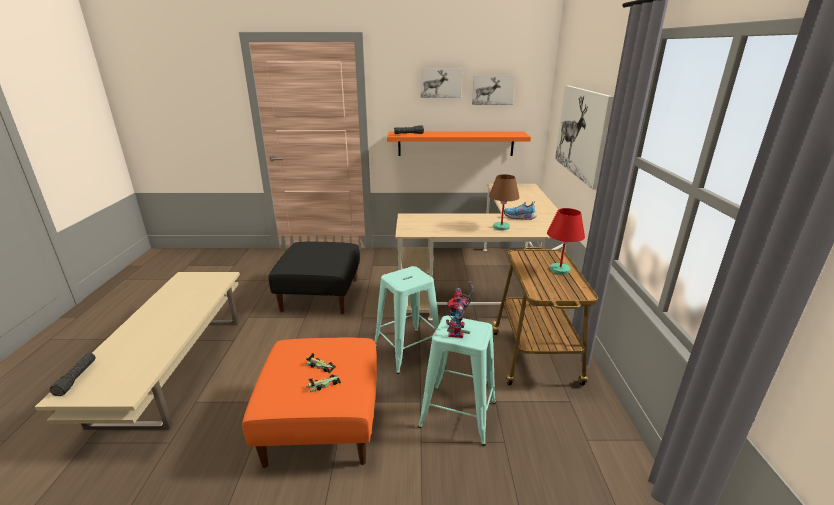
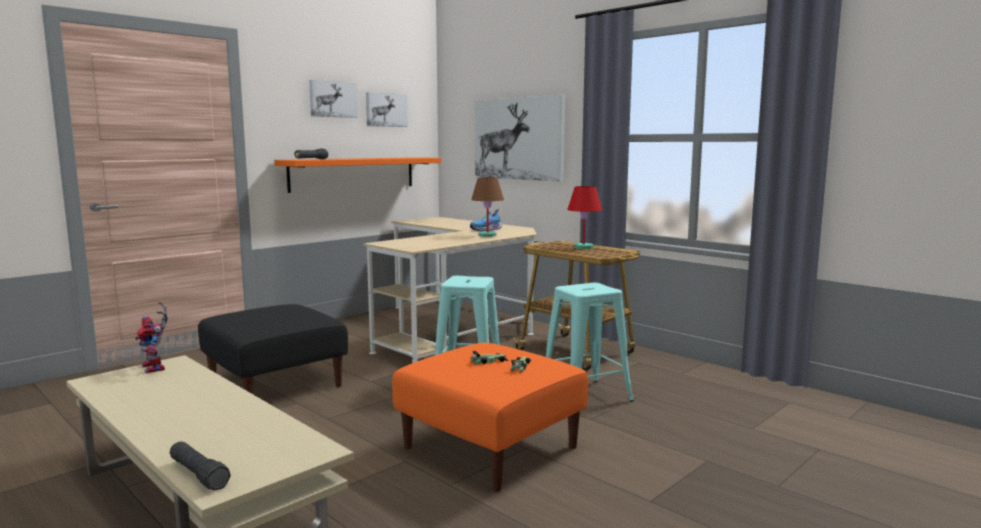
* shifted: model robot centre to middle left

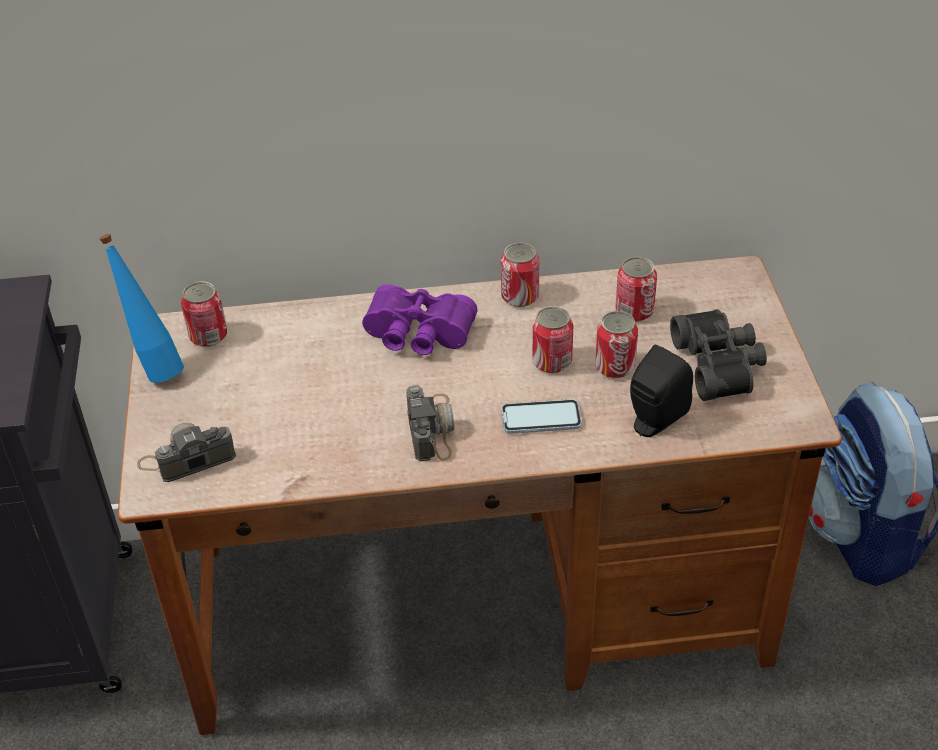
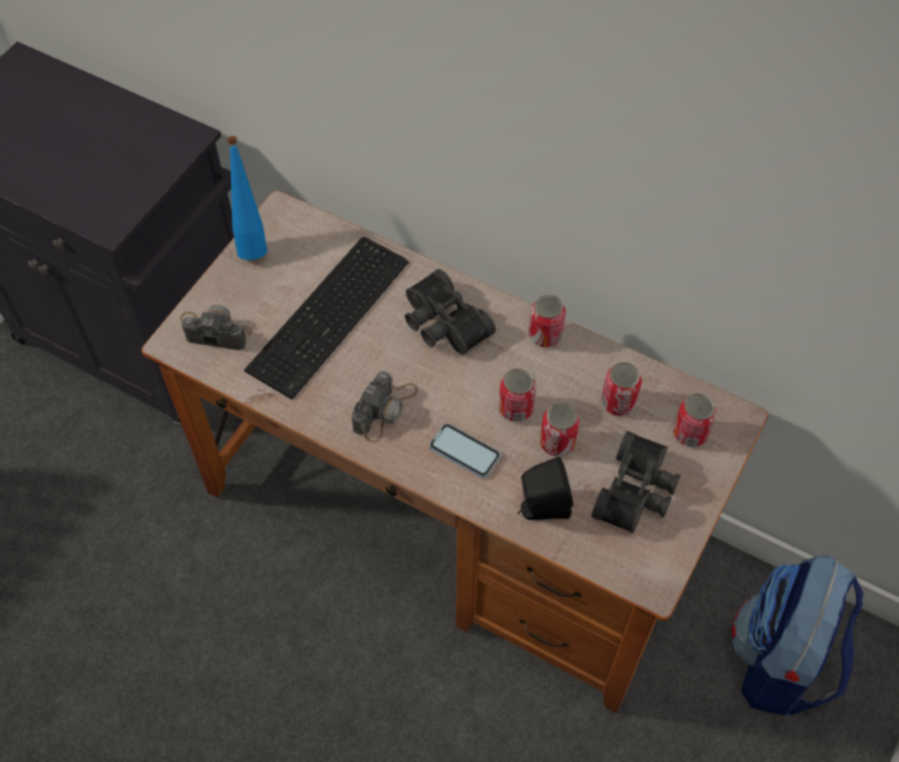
* shifted: sealed can (no. 1 from left in the first image) middle left to sealed can (no. 5 from left) middle right
* repainted: binoculars (purple-coloured) centre to binoculars (black) (no. 1 from left) centre
* new: computer keyboard centre

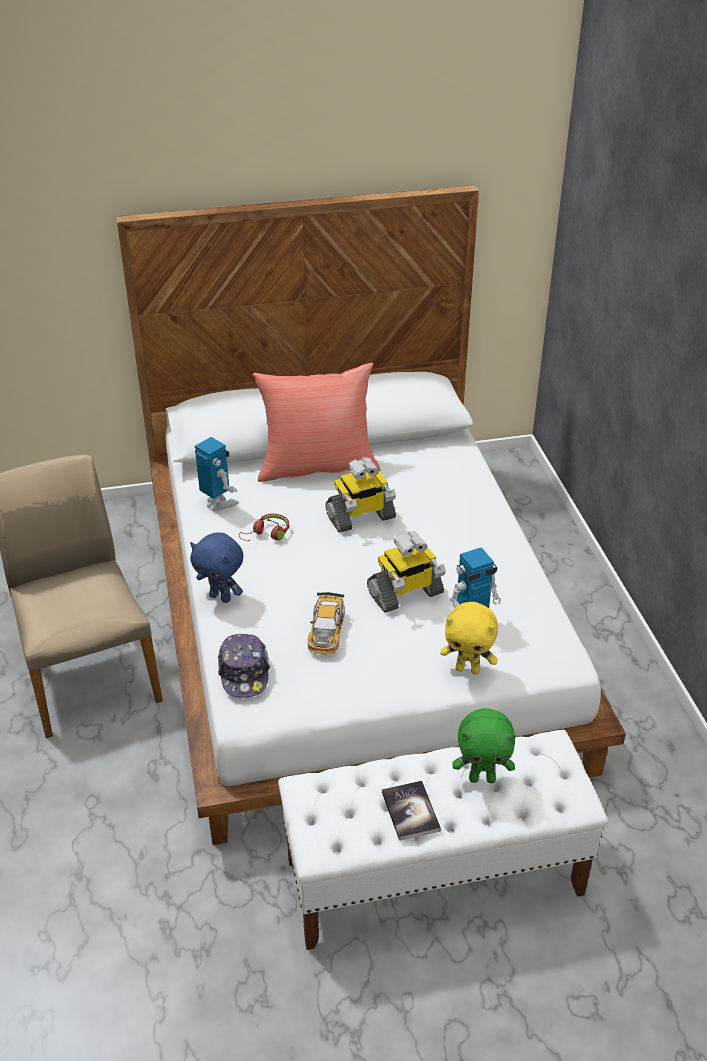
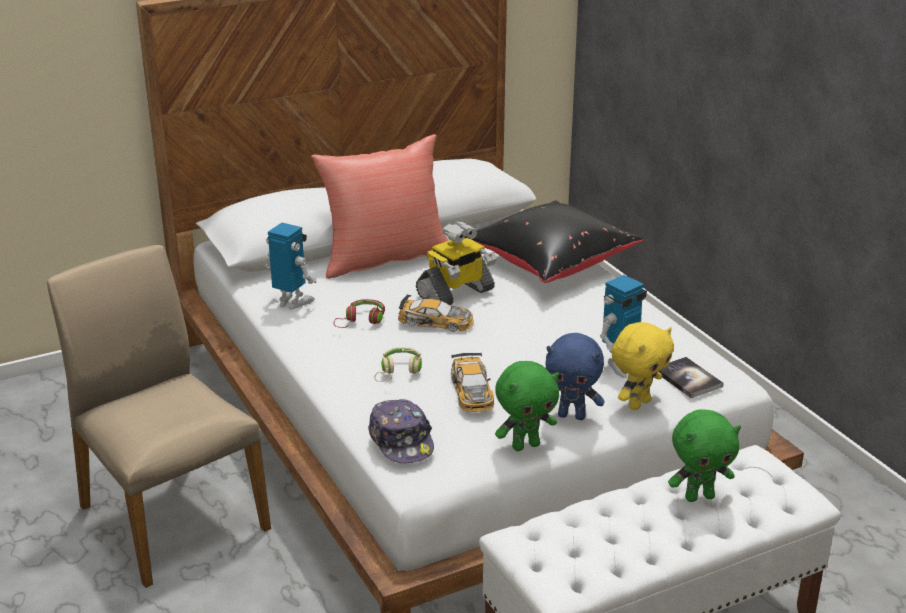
* shifted: plush toy (bluish) middle left to centre
* gone: model robot (no. 3 from left) centre
* shifted: bound book bottom centre to middle right
* rotated: plush toy (yellow) centre = middle right 45 degrees counterclockwise
* new: pair of headphones (beige-coloured) centre
* new: toy car (no. 1 from left) centre
* new: pillow (black) centre
* new: plush toy (green) (no. 1 from left) centre

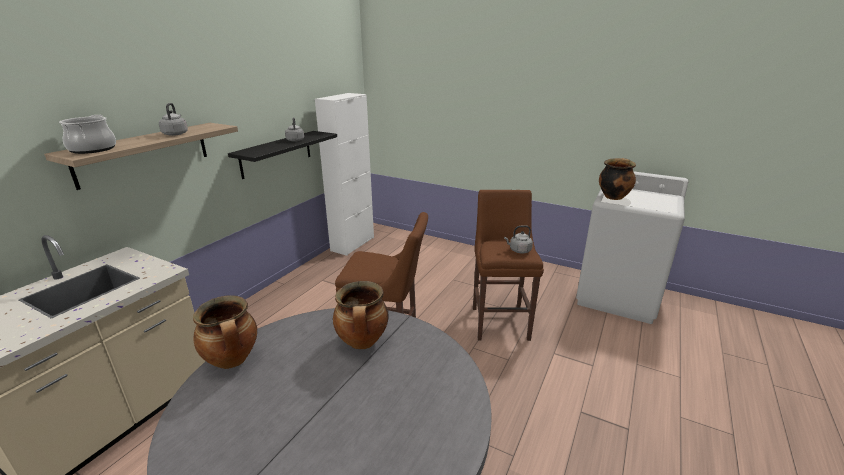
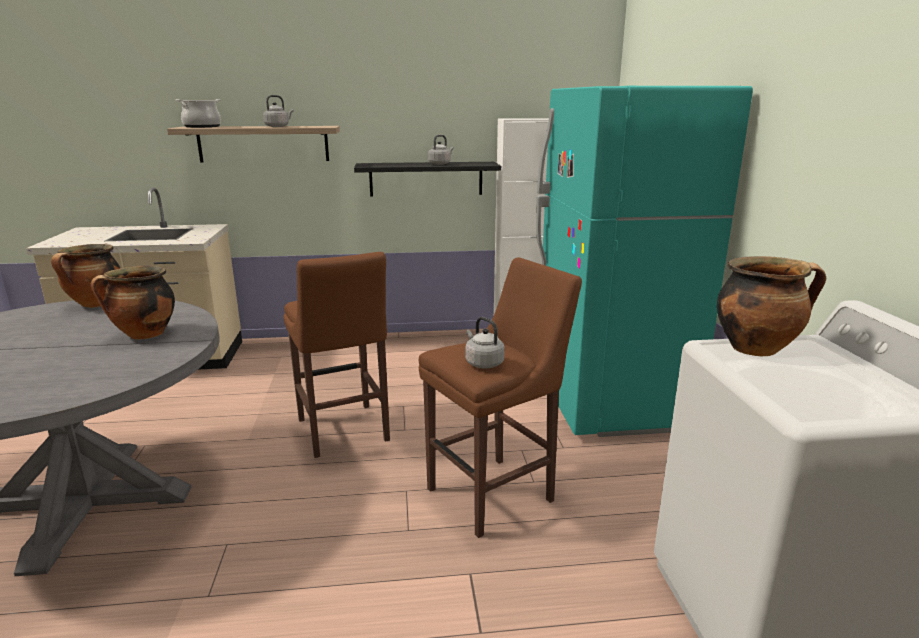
* new: kitchen fridge (blue-green) middle right

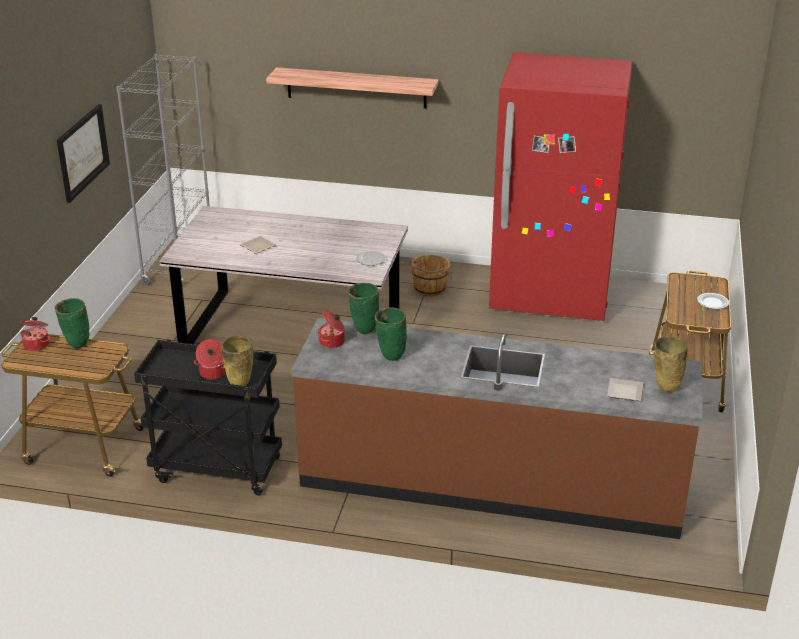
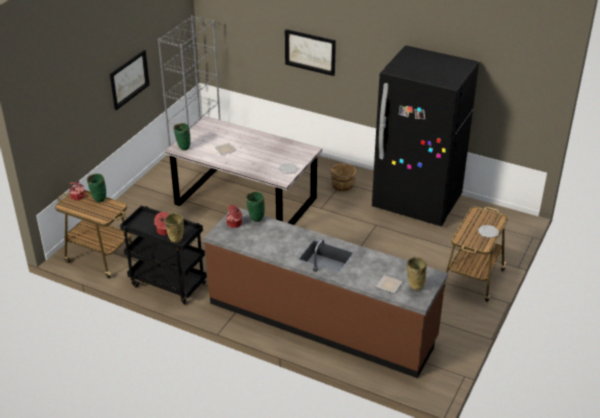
* swapped: bracket shelf top centre to wall art (no. 2 from left) top centre
* shifted: vase (green) (no. 3 from left in the first image) centre to vase (green) (no. 2 from left) top left
* repainted: kitchen fridge (red) top right to kitchen fridge (black) top right

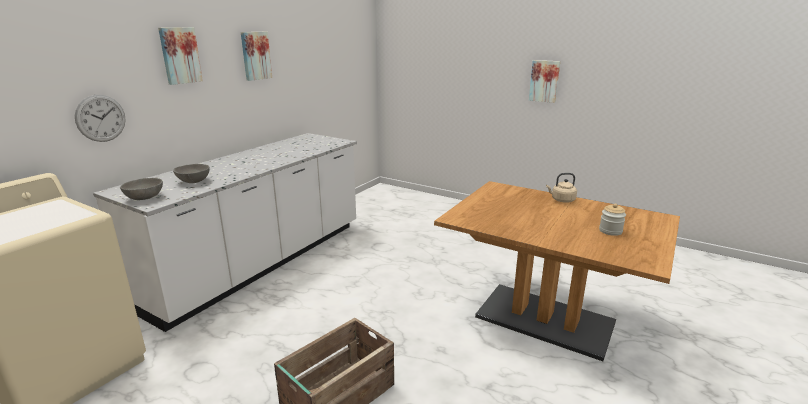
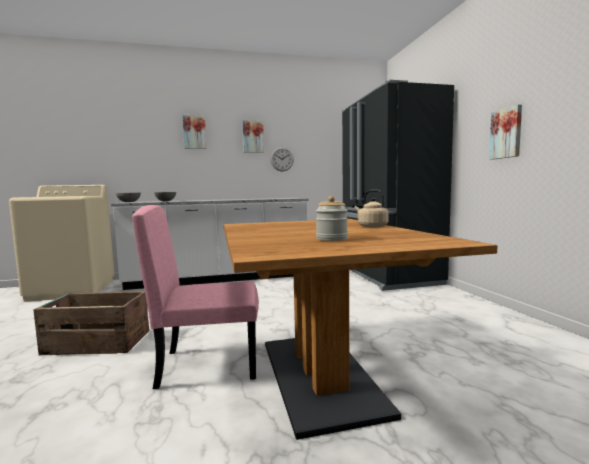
* shifted: hanging clock top left to centre
* new: chair (pink) middle left
* new: kitchen fridge (black) middle right

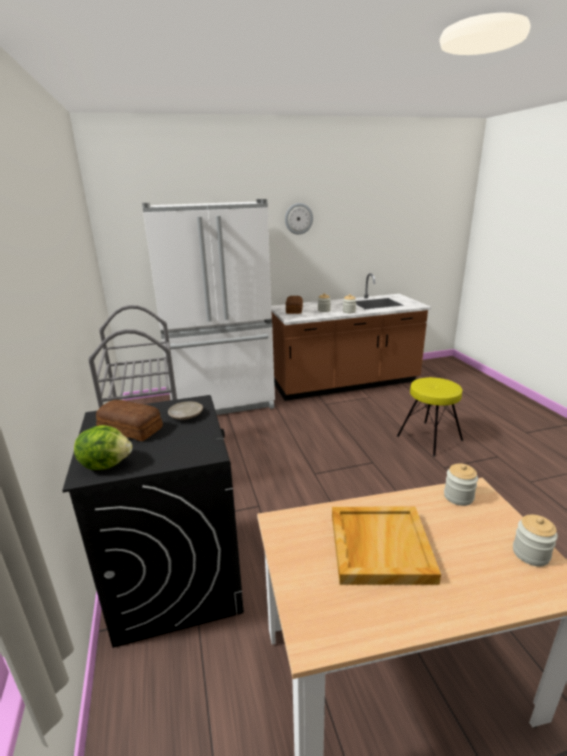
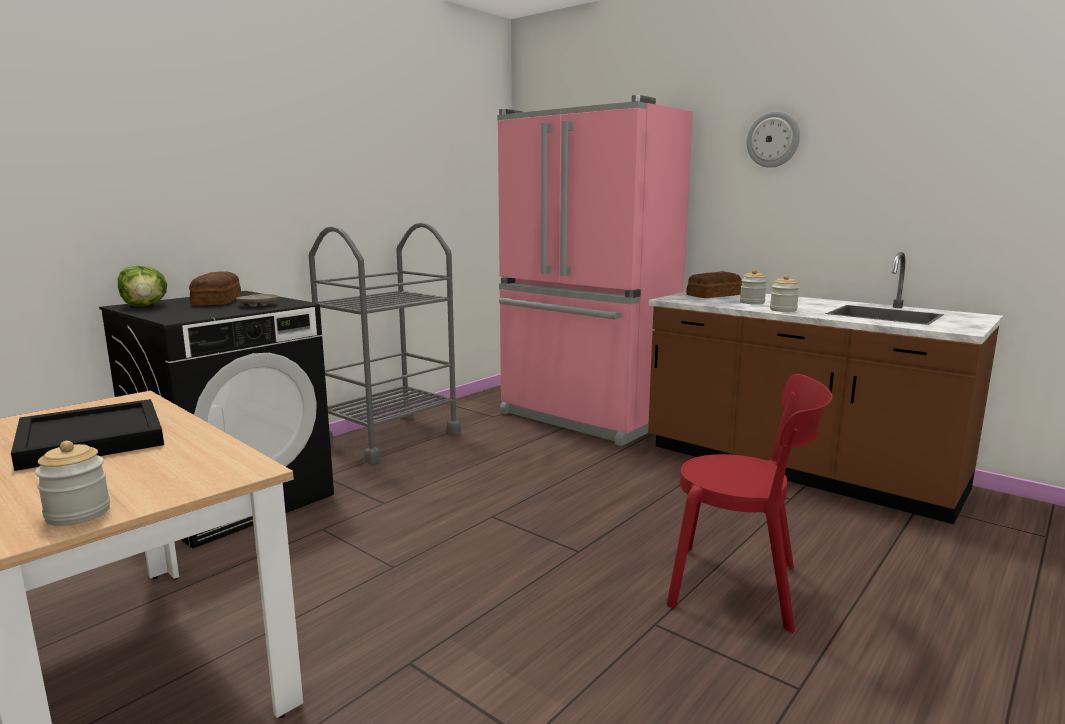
* repainted: kitchen fridge (whitish) centre to kitchen fridge (pink) centre
* repainted: serving tray (beige-coloured) bottom right to serving tray (black) middle left
* swapped: sitting stool (yellow) middle right to chair (red) bottom right
* gone: preserve jar (no. 3 from left) middle right

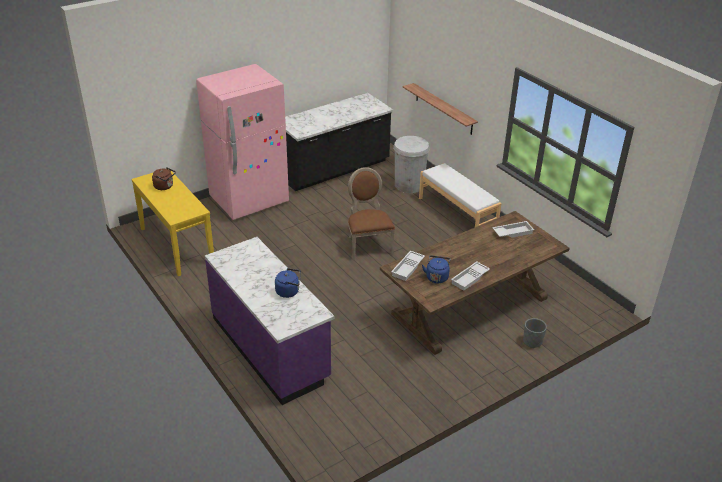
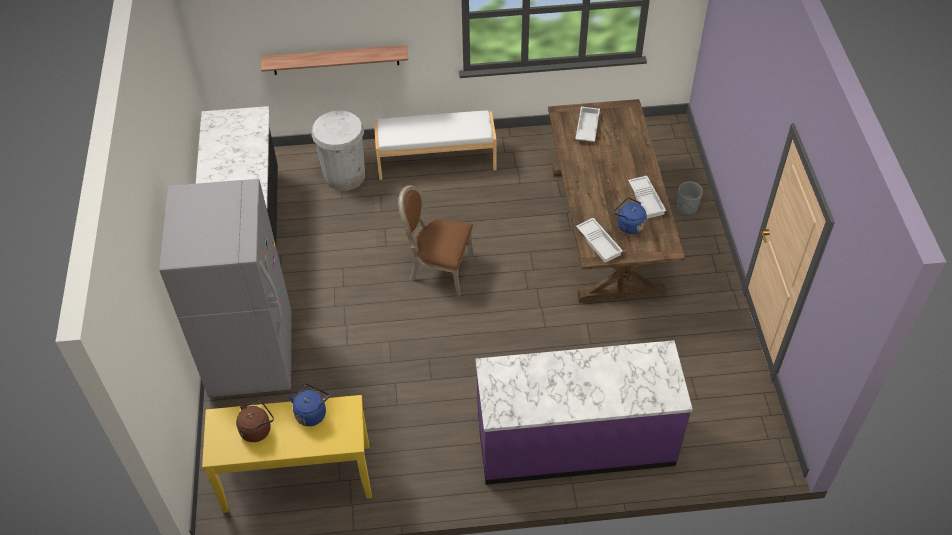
* repainted: kitchen fridge (pink) top centre to kitchen fridge (gray) middle left
* shifted: tea kettle (bluish) (no. 1 from left) centre to bottom left

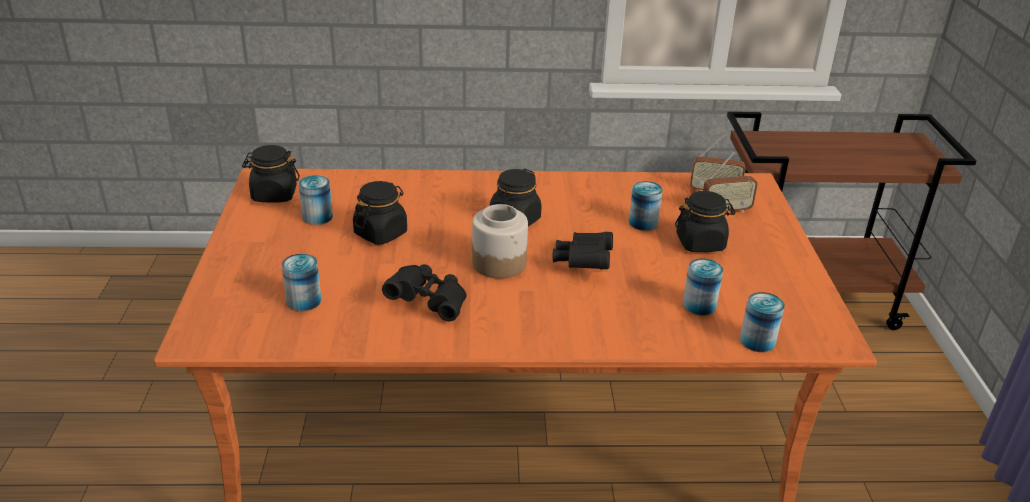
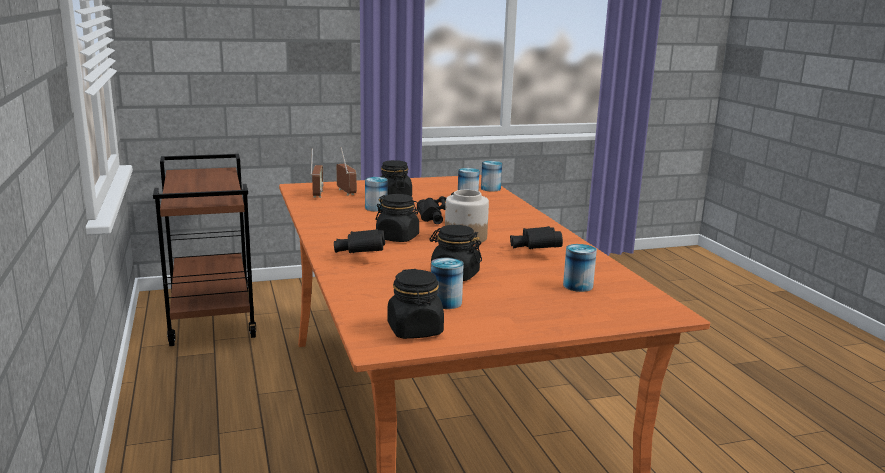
* new: binoculars (black) (no. 1 from left) centre

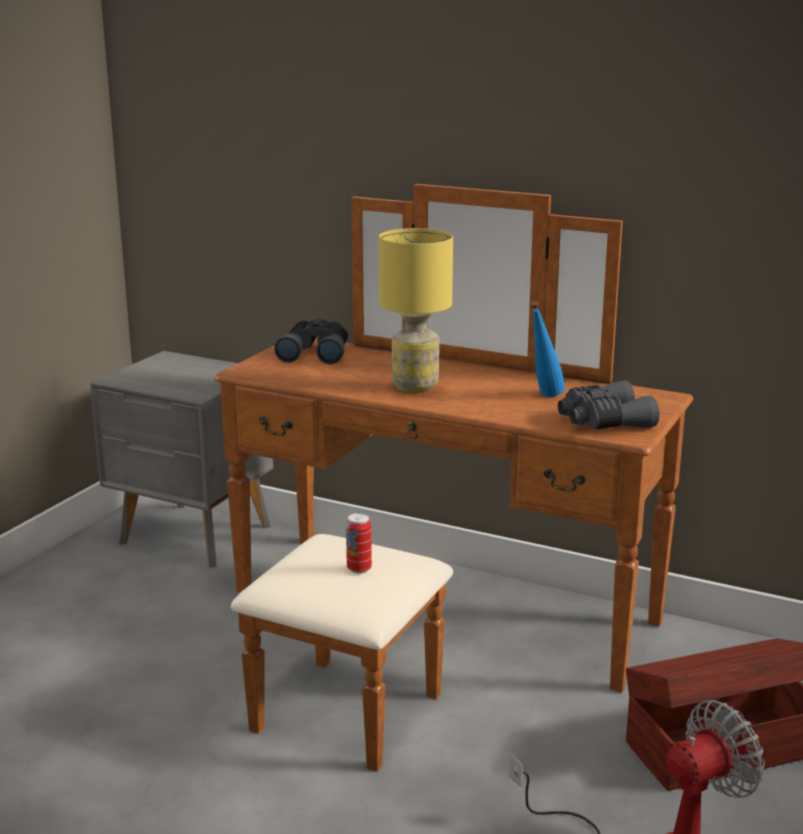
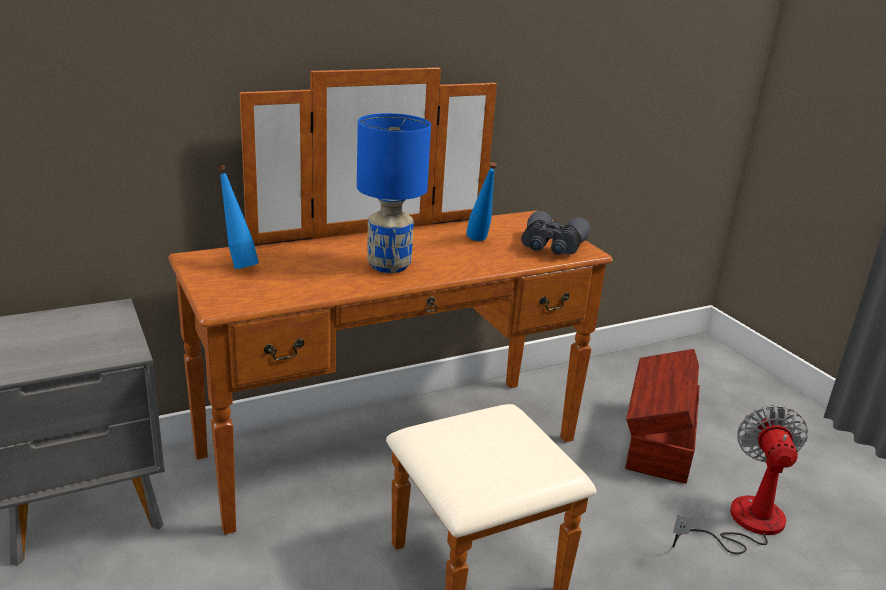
* swapped: binoculars (gray) (no. 1 from left) centre to bottle (bluish) (no. 1 from left) middle left
* gone: sealed can centre
* repainted: table lamp (yellow) centre to table lamp (bluish) top centre

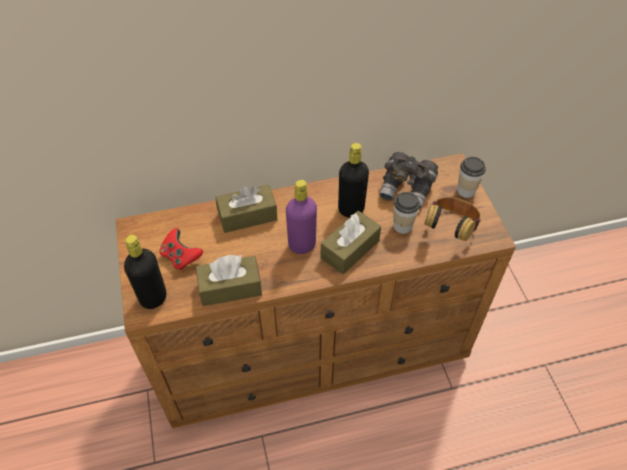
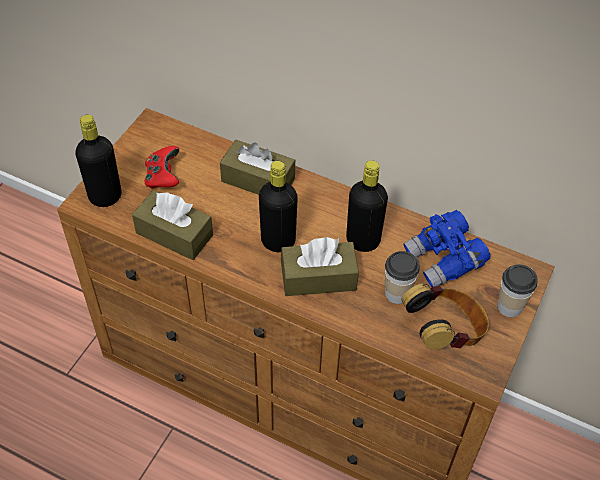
* repainted: bottle (purple-coloured) centre to bottle (black) (no. 2 from left) centre
* repainted: binoculars (gray) centre to binoculars (bluish) middle right

